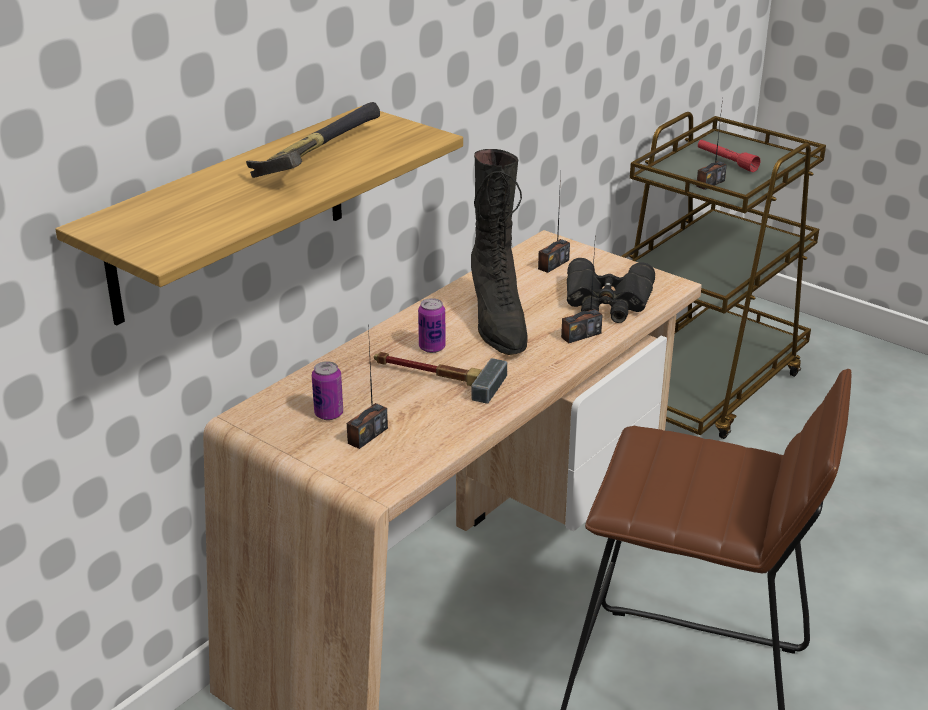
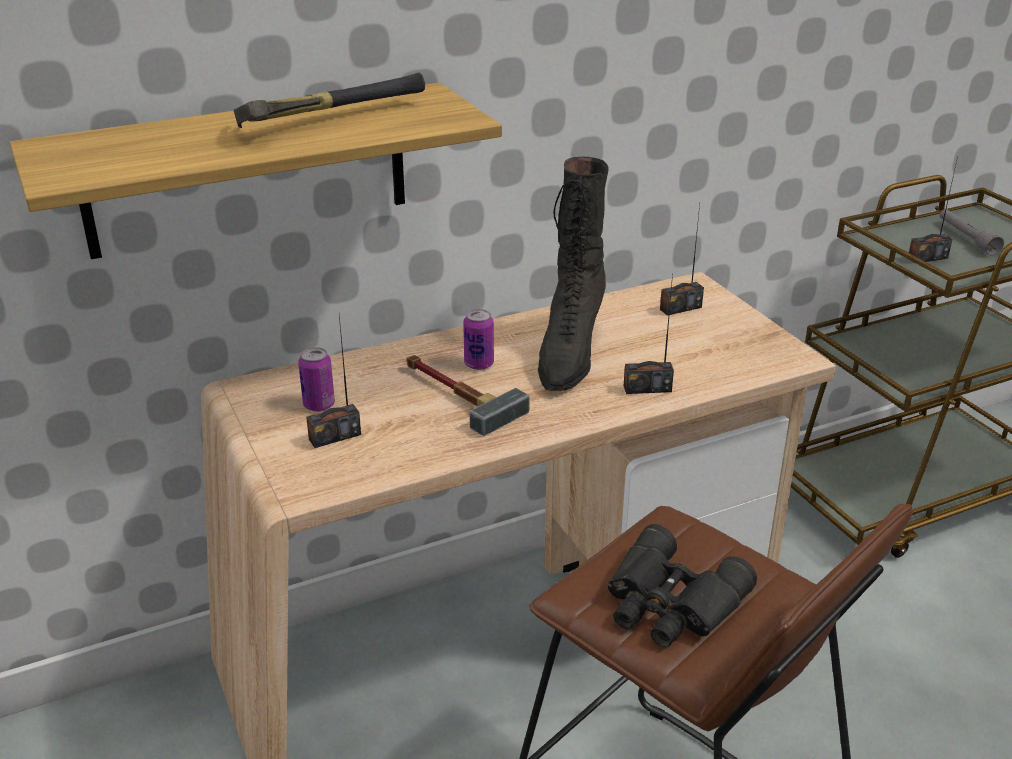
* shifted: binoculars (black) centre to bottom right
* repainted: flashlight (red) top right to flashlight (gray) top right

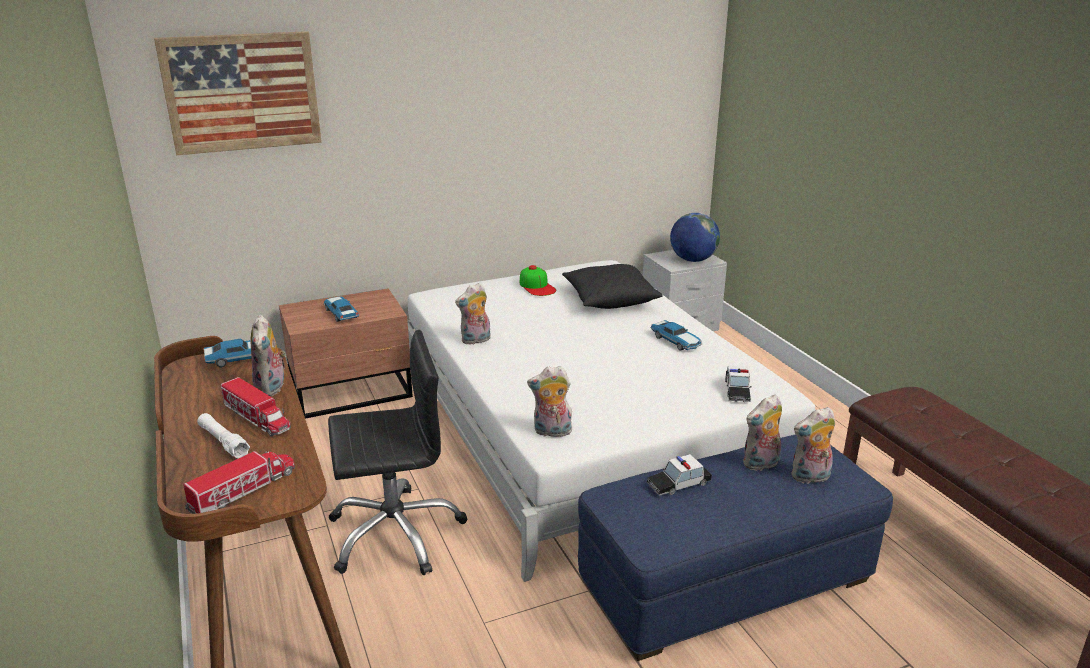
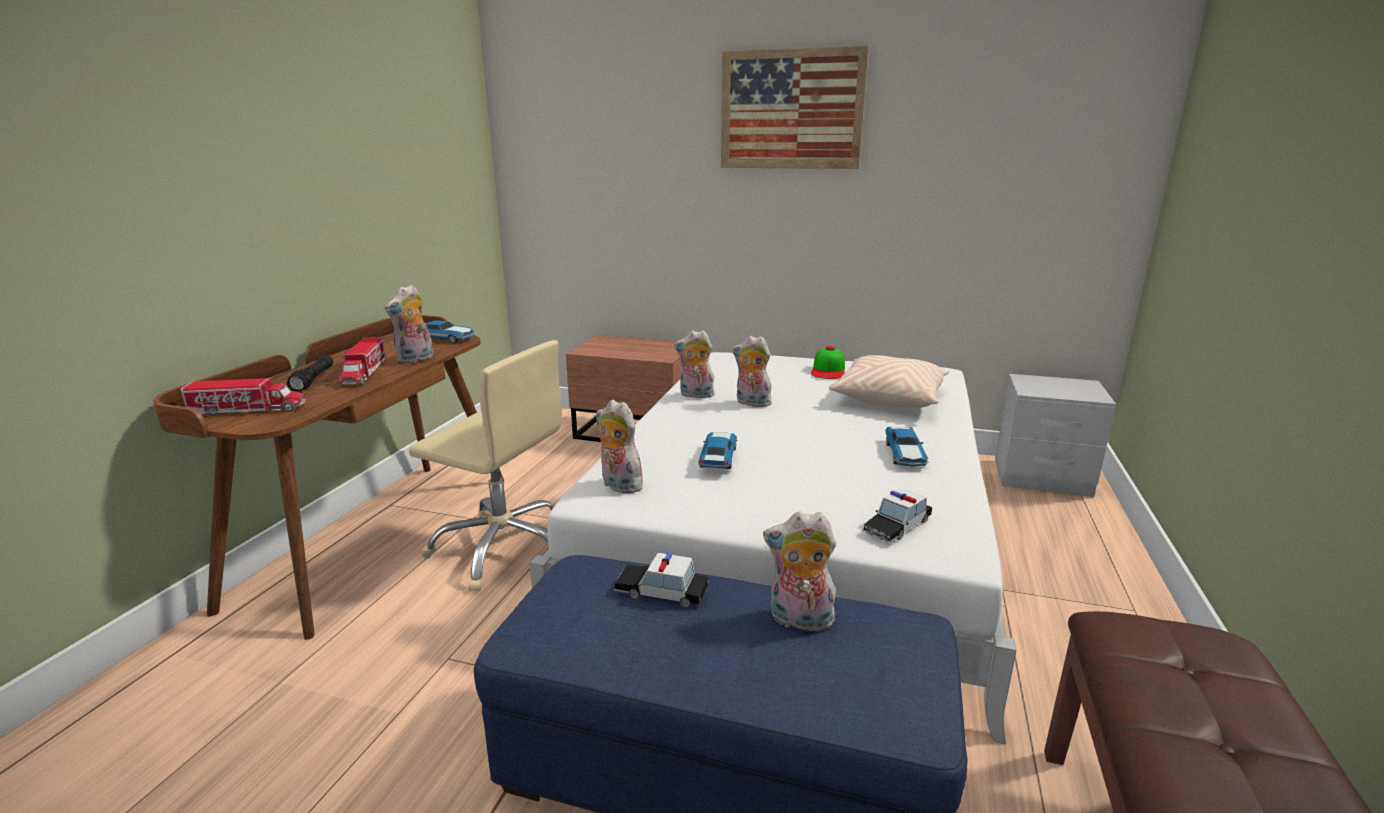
* shifted: wall art top left to top centre
* repainted: flashlight (whitish) middle left to flashlight (black) middle left
* shifted: toy car (no. 2 from left in the first image) middle left to toy car (no. 3 from left) centre
* repainted: desk chair (black) bottom centre to desk chair (beige-coloured) centre
* repainted: pillow (black) centre to pillow (beige-coloured) centre
* gone: world globe centre
* shifted: plush toy (no. 5 from left in the first image) middle right to plush toy (no. 4 from left) centre

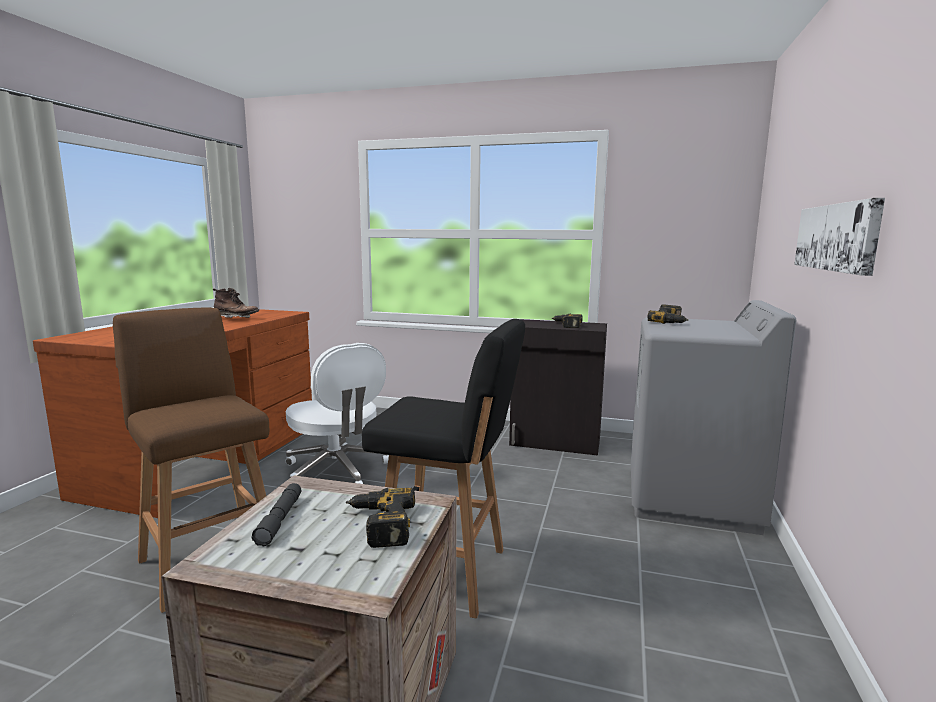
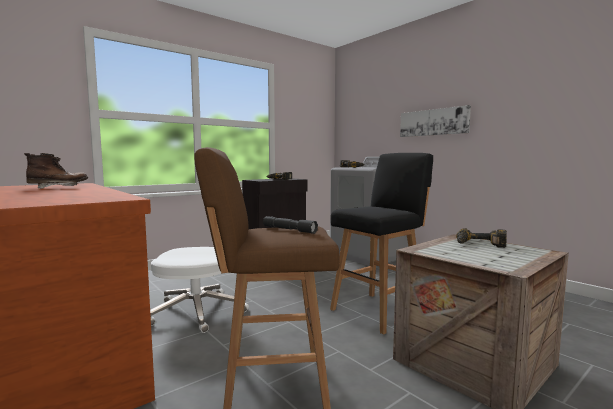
* shifted: flashlight (gray) bottom left to centre

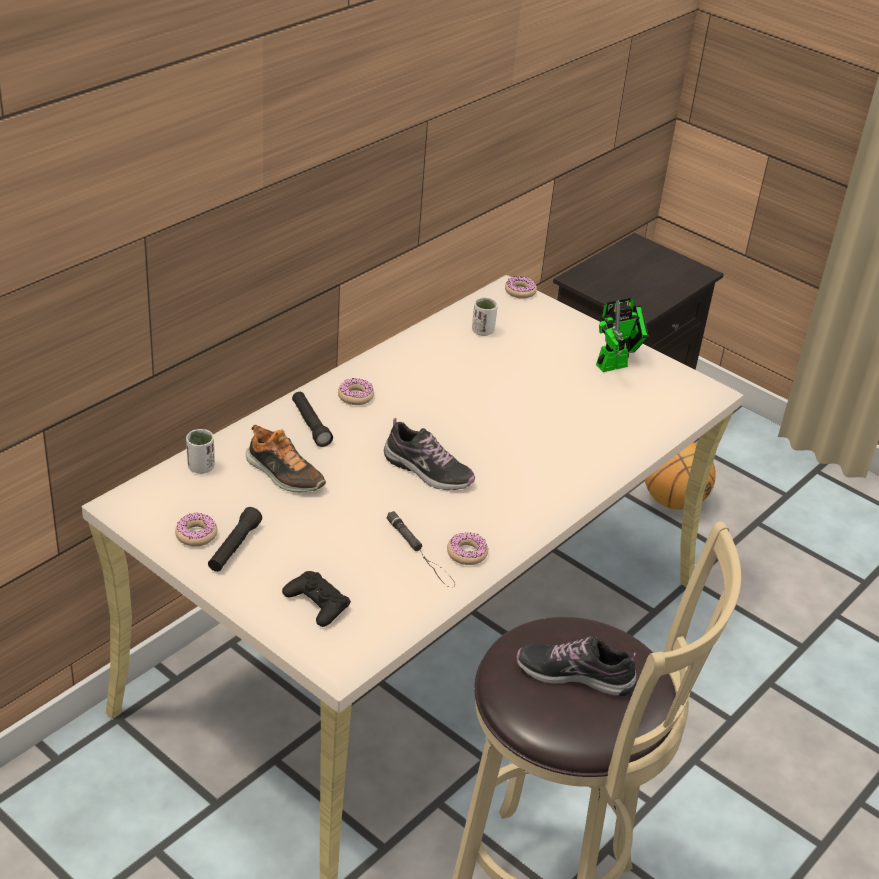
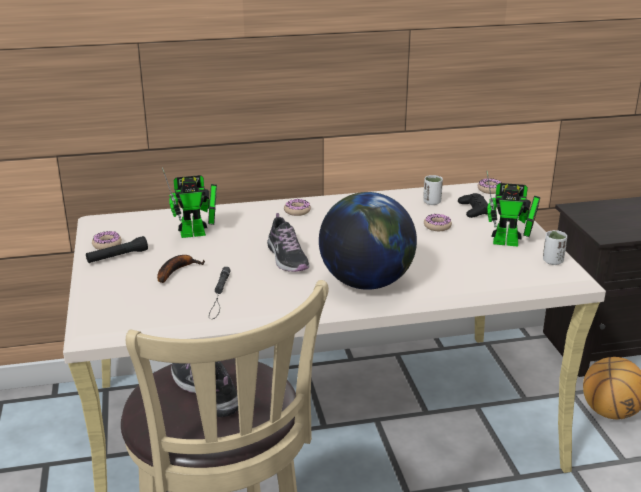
* shifted: cup (whitish) (no. 1 from left in the first image) middle left to cup (whitish) (no. 2 from left) middle right
* swapped: low shoe (no. 1 from left) middle left to model robot (no. 1 from left) middle left
* shifted: gamepad (black) bottom centre to middle right
* gone: flashlight (black) (no. 2 from left) centre
* shifted: ring doughnut (no. 3 from left) centre to middle right
* new: whole banana middle left
* new: world globe centre

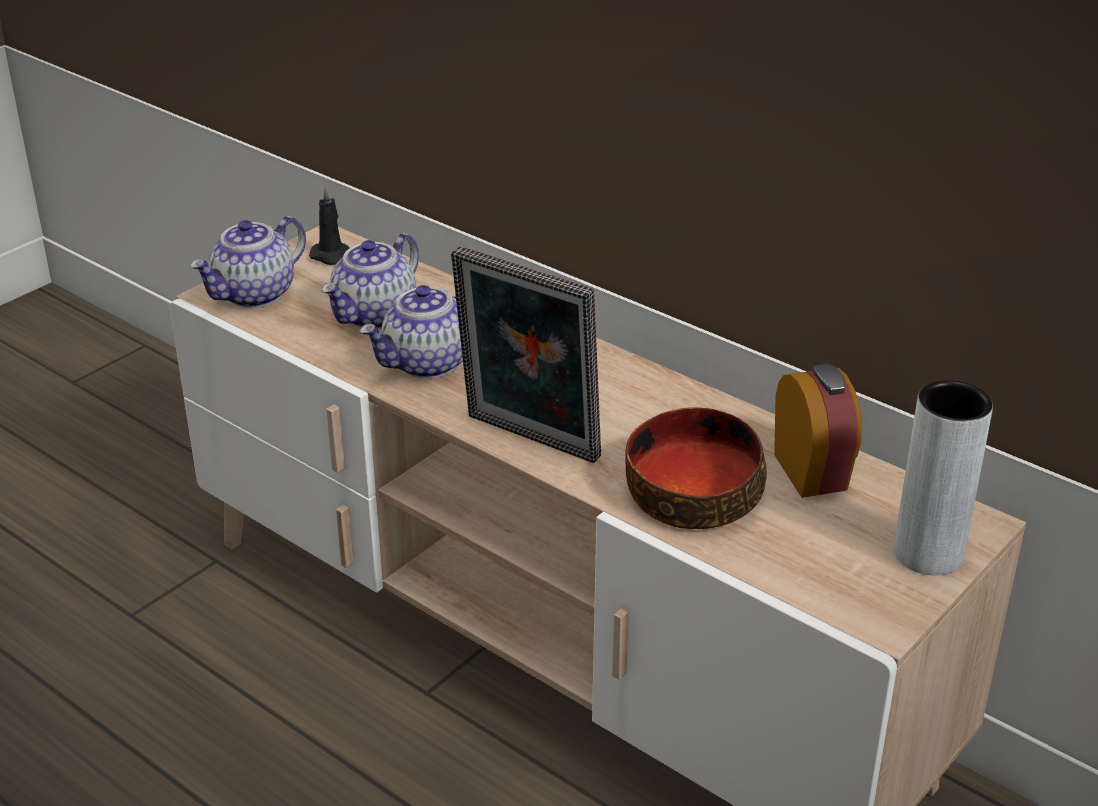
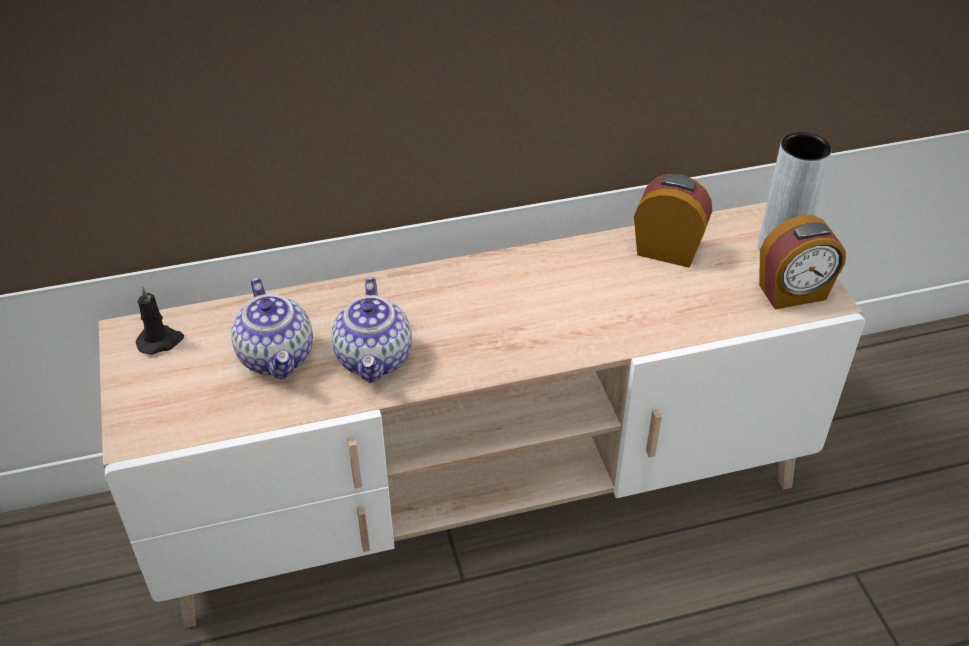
* gone: pot for tea (no. 1 from left) top left
* gone: standing frame centre
* gone: deep dish centre
* new: bedside clock (no. 2 from left) middle right

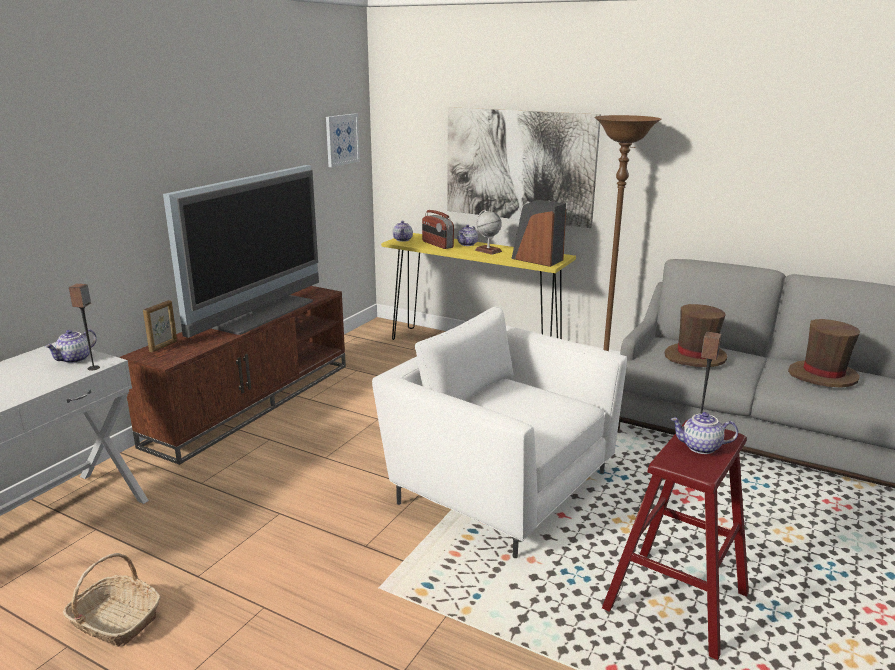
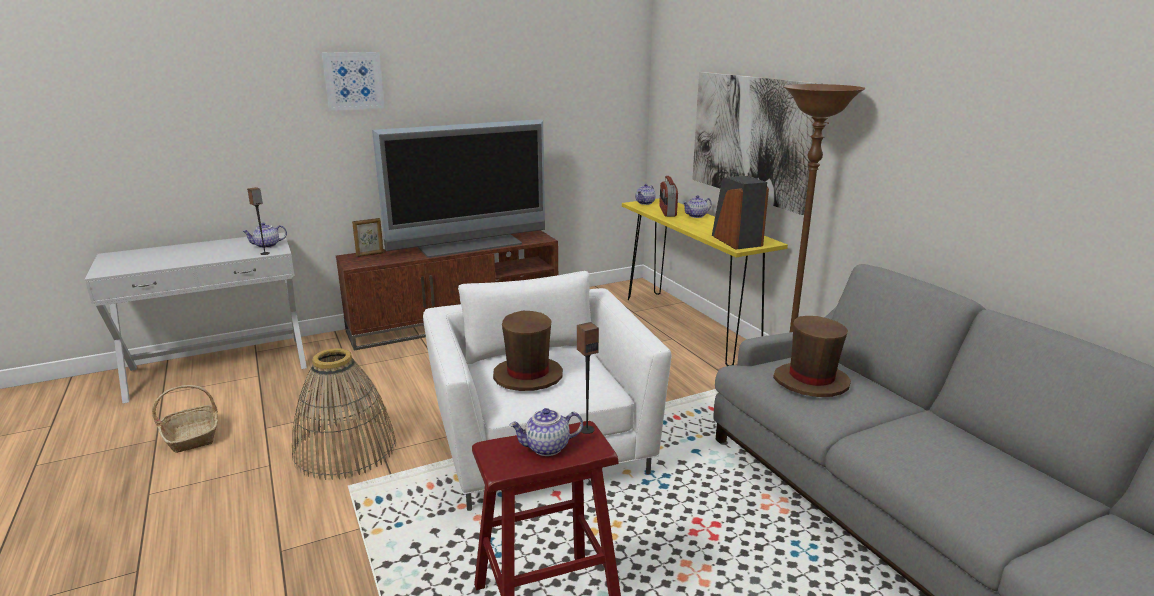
* shifted: wall art (no. 1 from left) top centre to top left
* gone: world globe centre
* rotated: pot for tea (no. 4 from left in the first image) middle right = bottom centre 60 degrees counterclockwise
* shifted: hat (brown) (no. 2 from left in the first image) middle right to hat (brown) (no. 1 from left) centre
* new: basket (no. 2 from left) bottom left

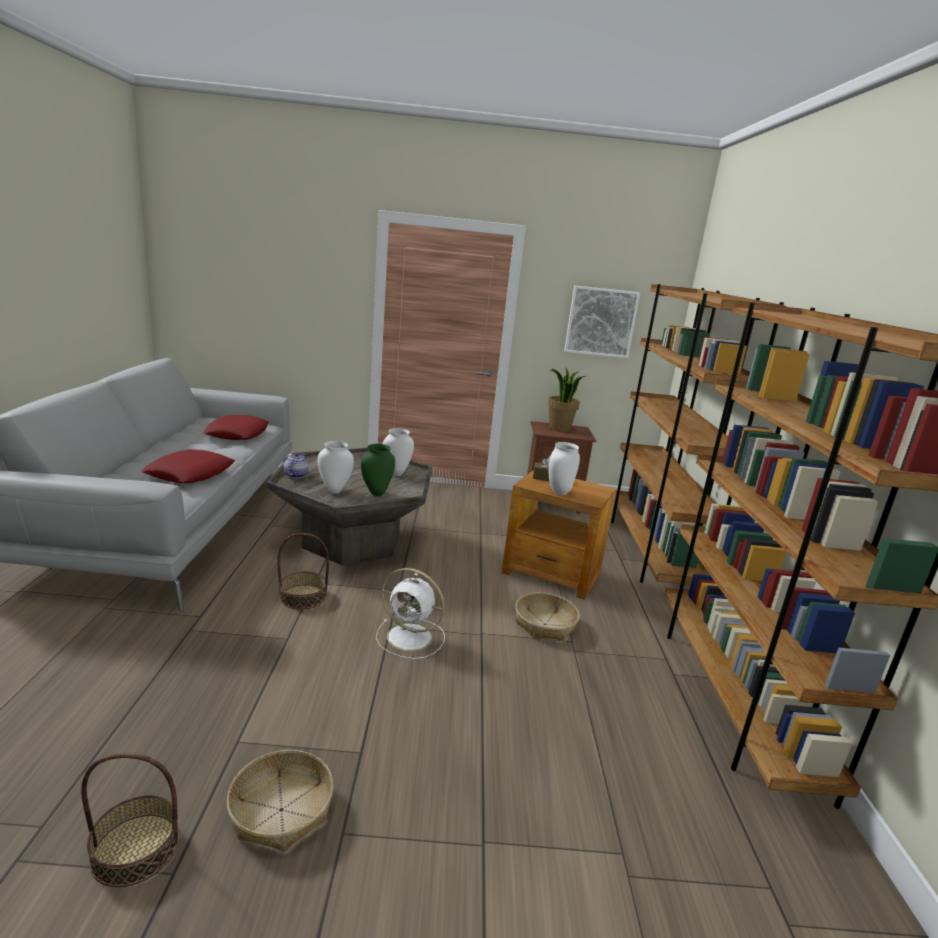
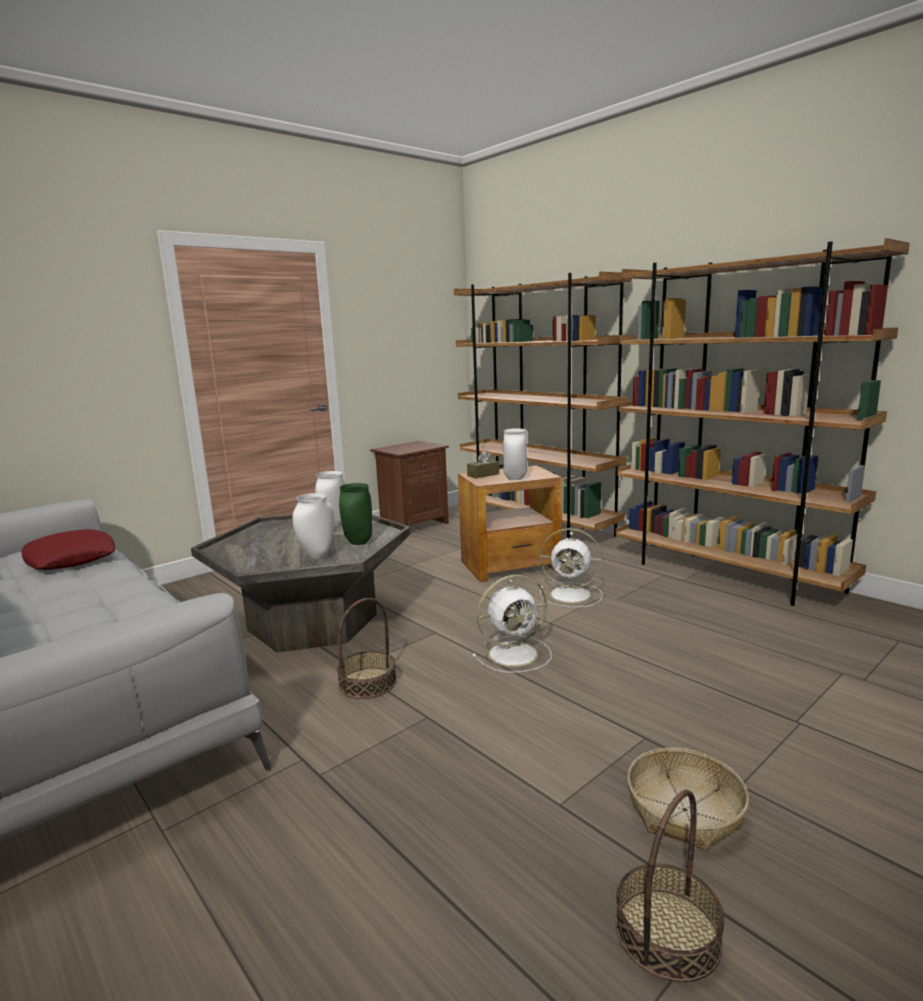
* gone: pillow (red) (no. 1 from left) middle left
* gone: pot for tea middle left
* swapped: basket (no. 4 from left) centre to electric fan (whitish) (no. 2 from left) centre
* gone: houseplant centre
* gone: wall art centre

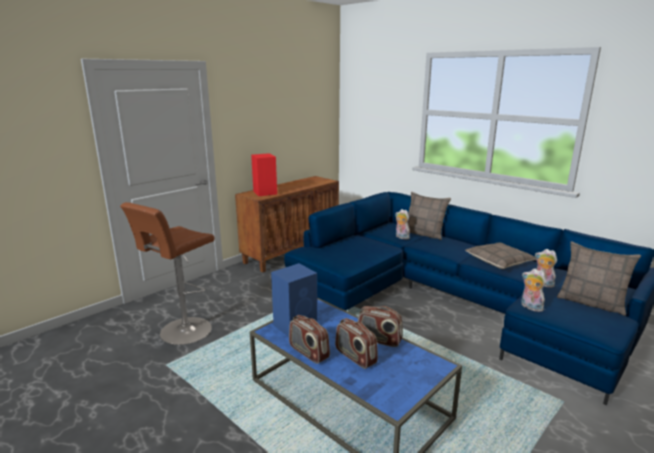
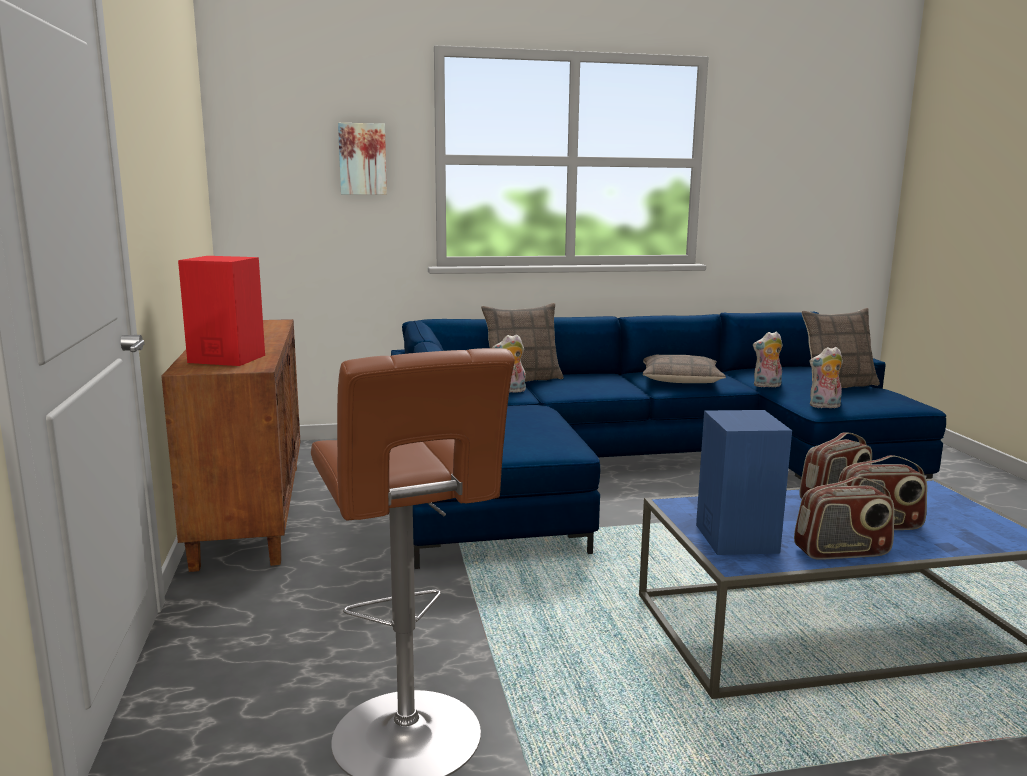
* new: wall art top centre

